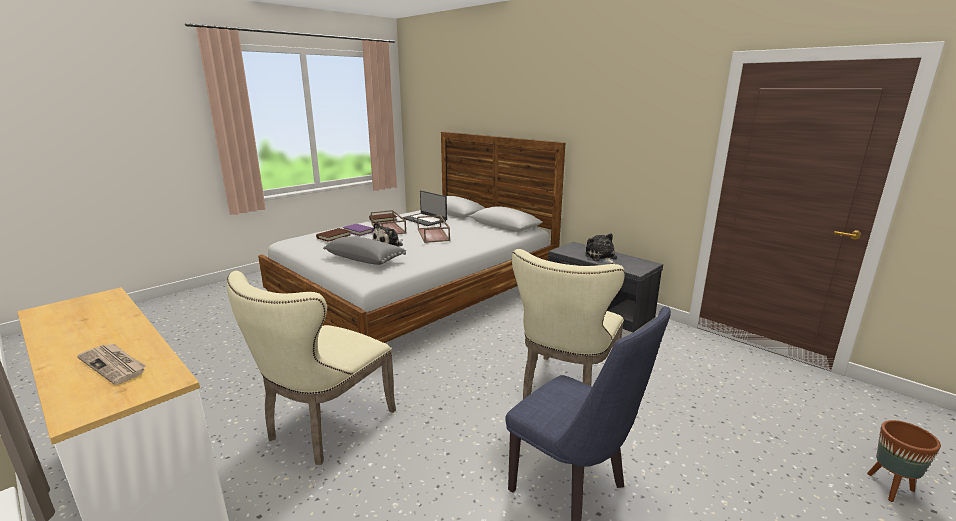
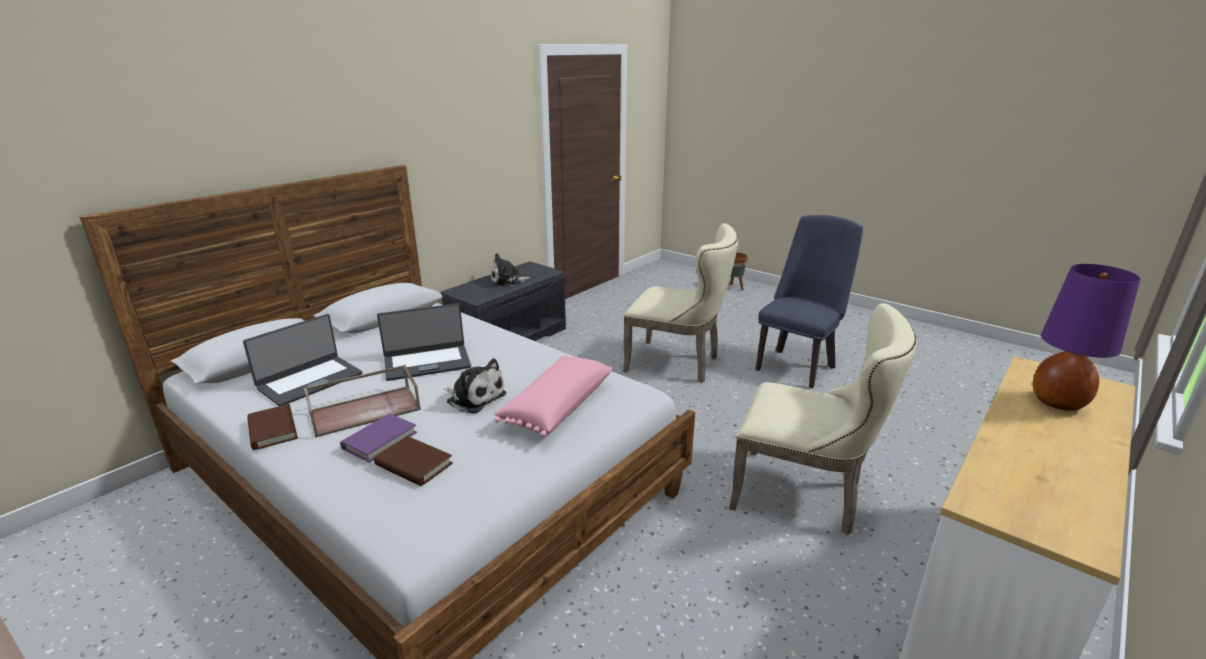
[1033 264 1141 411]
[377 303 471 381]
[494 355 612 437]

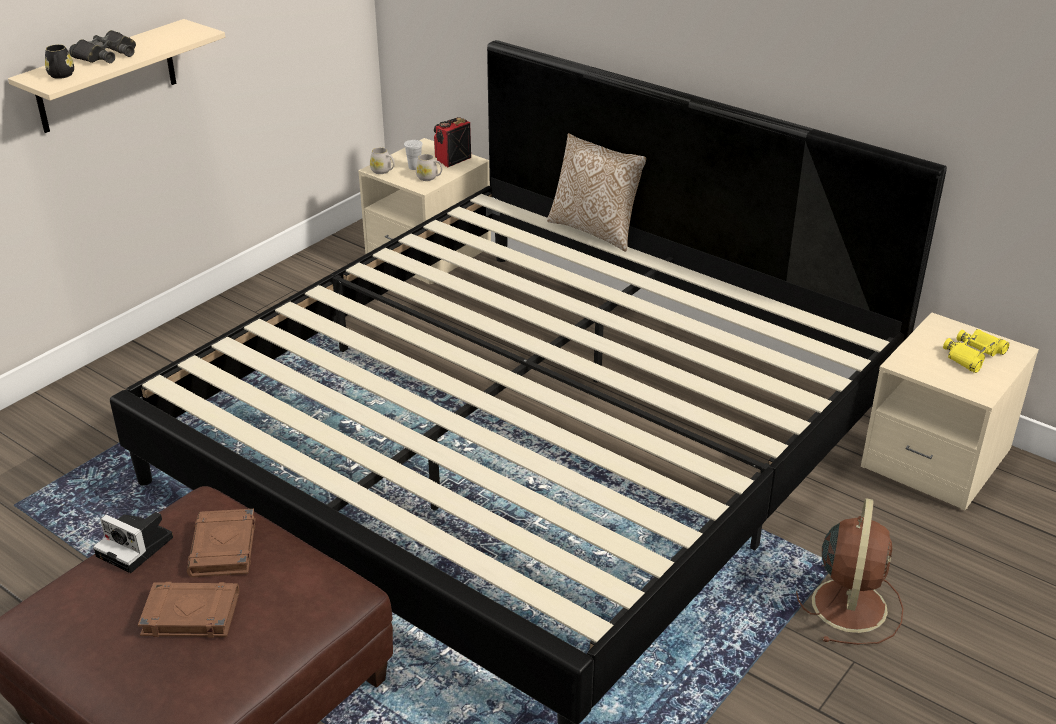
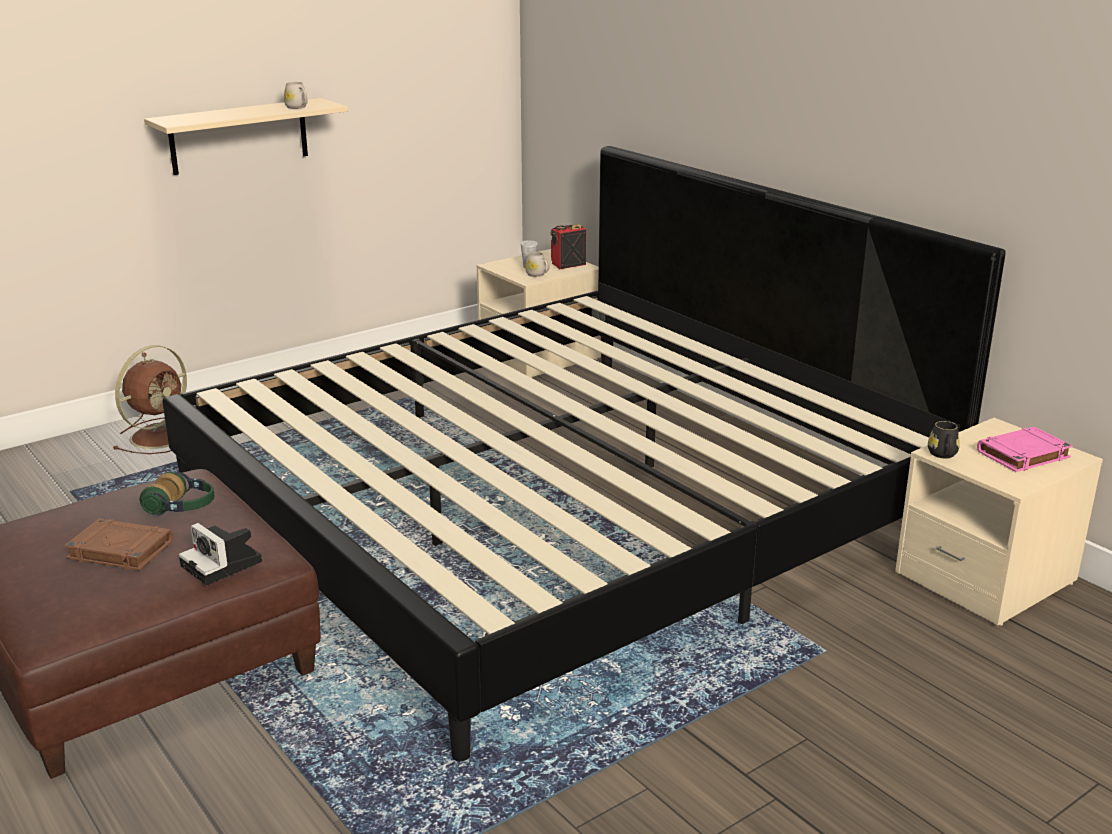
[69 30 136 63] (first image)
[547 133 646 252] (first image)
[928 421 960 458]
[179 523 262 585]
[284 82 307 109]
[112 345 187 454]
[140 472 214 516]
[977 427 1073 472]

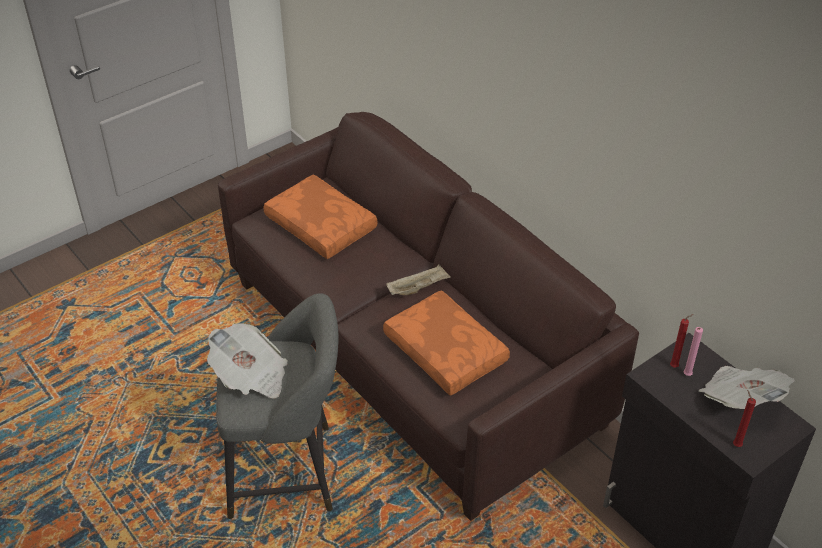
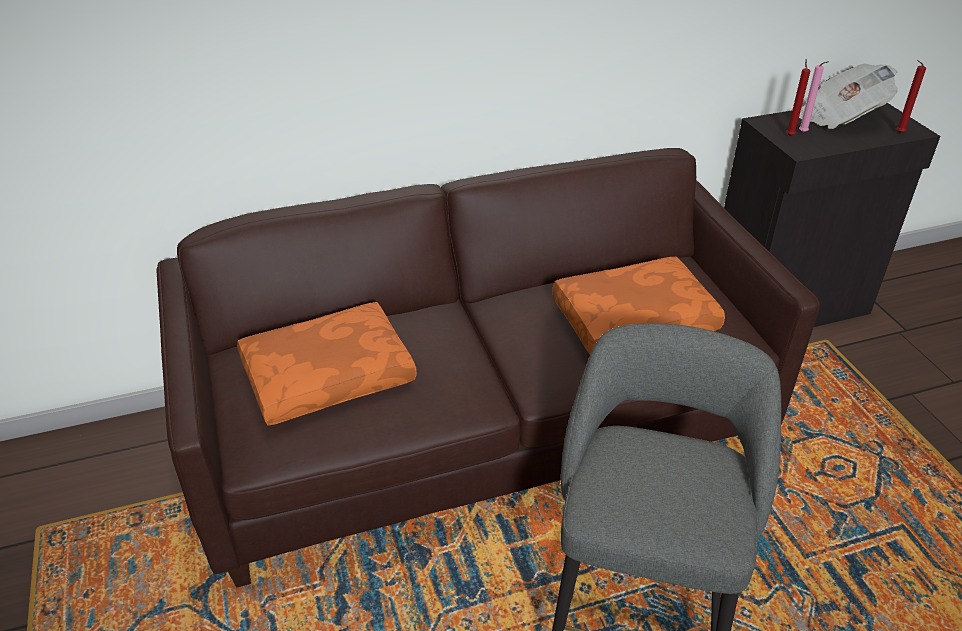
[207 323 287 399] (first image)
[386 265 450 295] (first image)

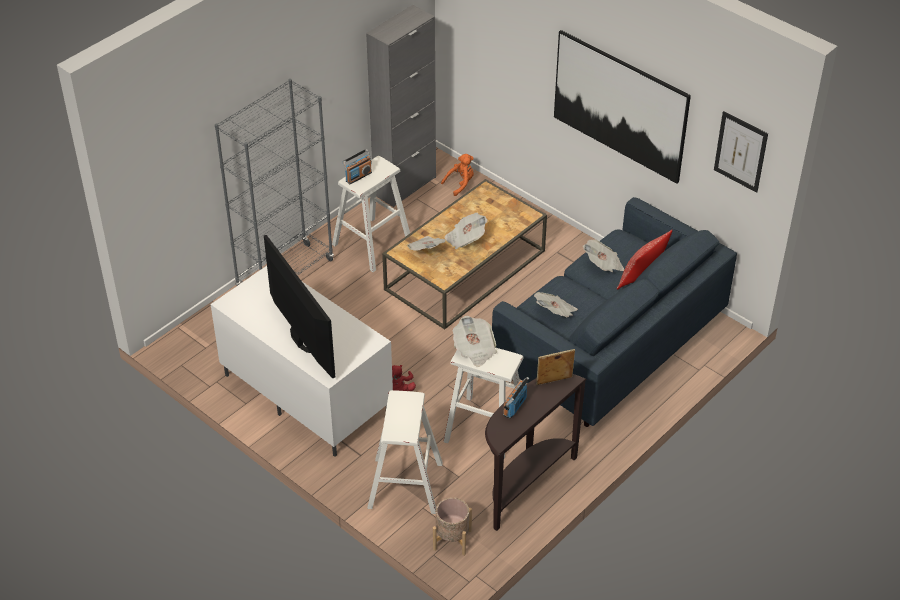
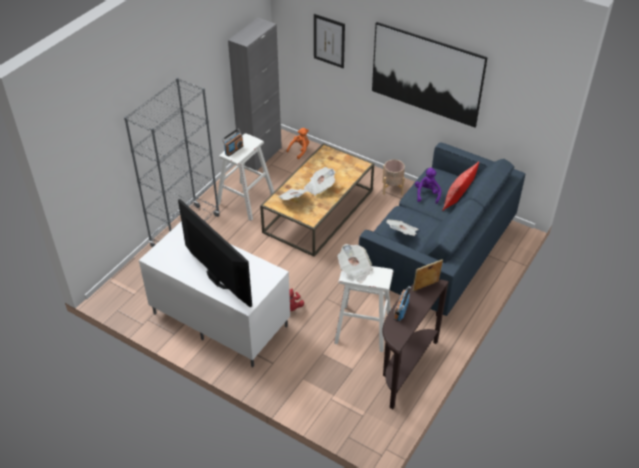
[367 390 443 514] (first image)
[382 160 405 195]
[314 14 345 69]
[415 168 441 204]

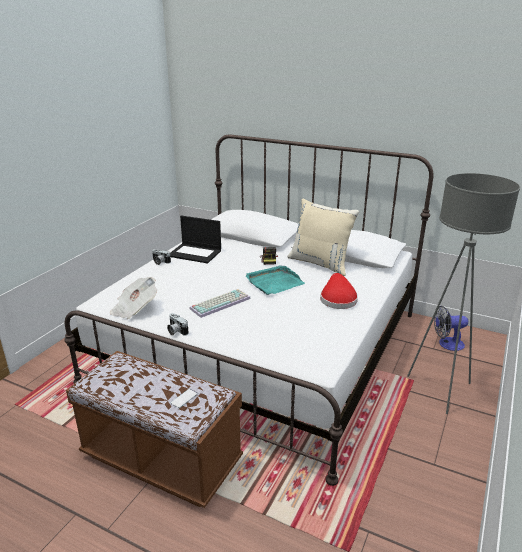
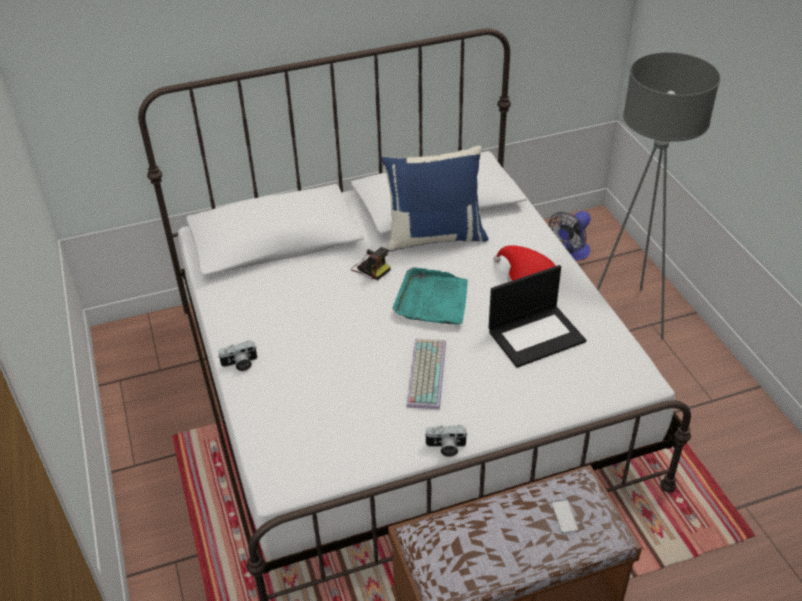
[110 277 157 319] (first image)
[489 265 586 368]
[381 146 489 252]

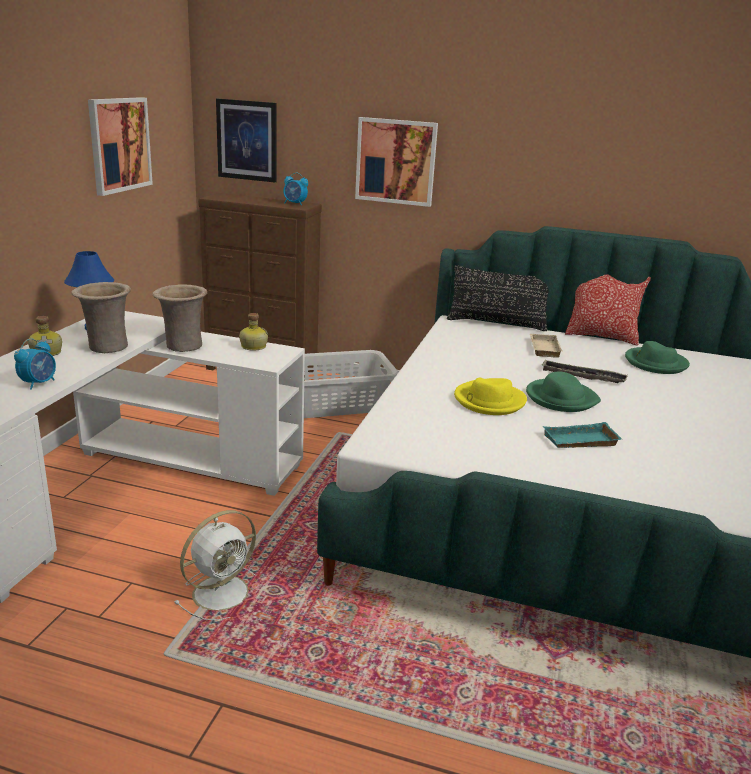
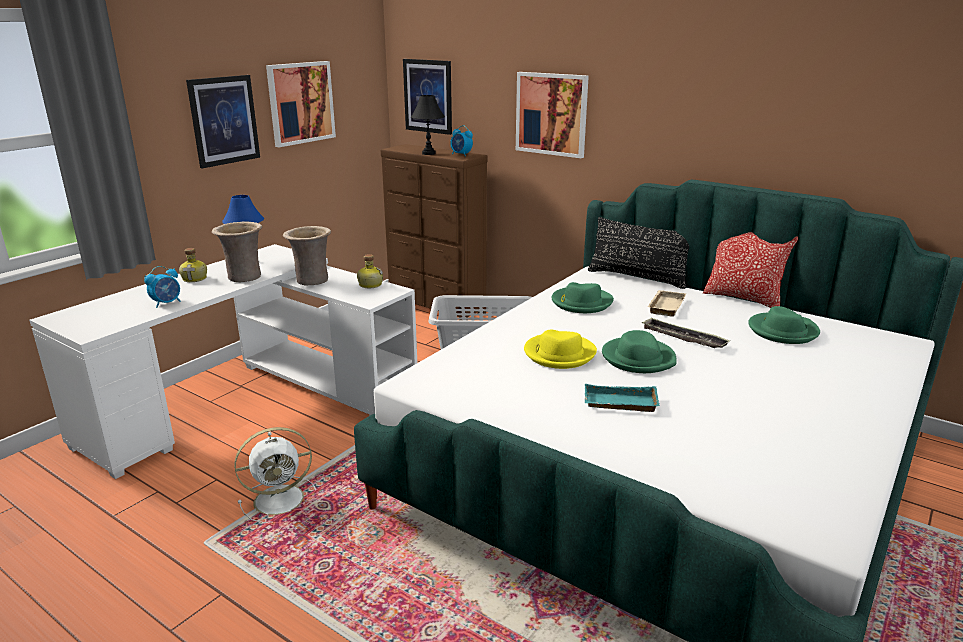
[186 75 260 168]
[411 95 445 155]
[552 282 614 313]

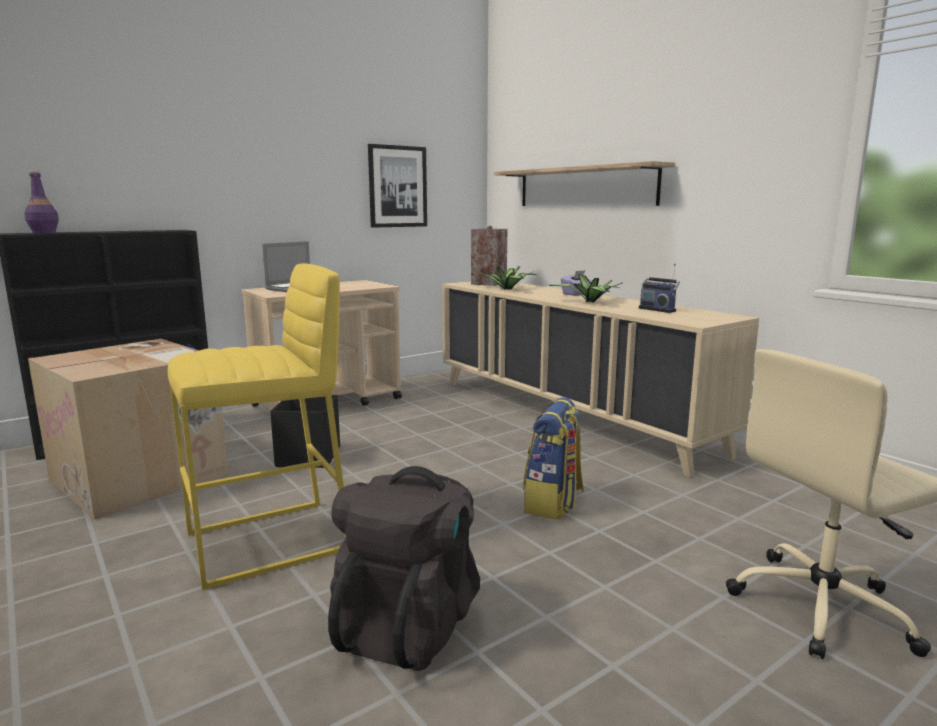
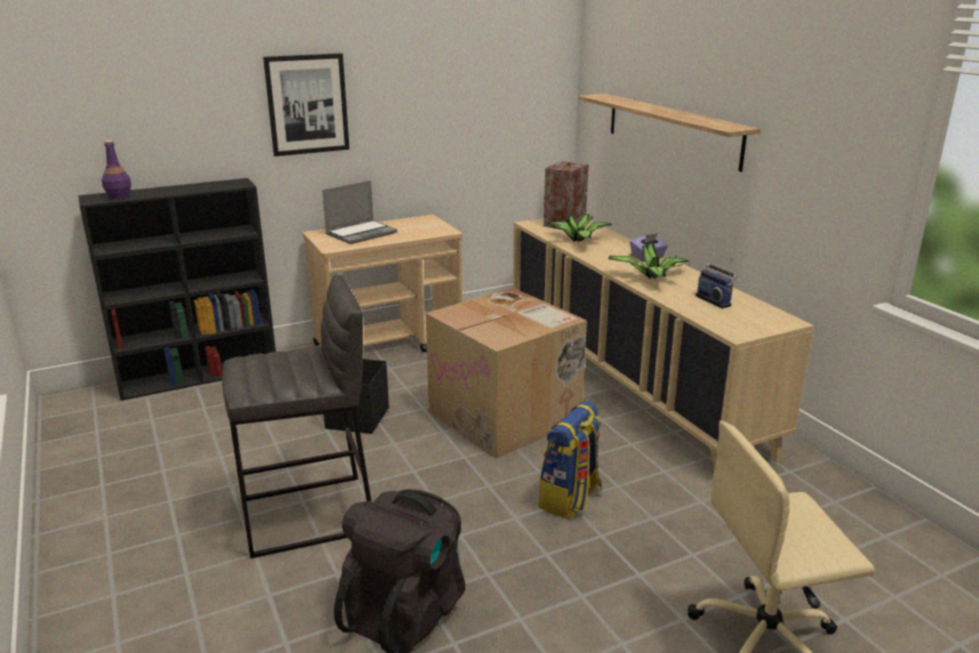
[426 288 587 459]
[263 53 349 156]
[222 275 371 559]

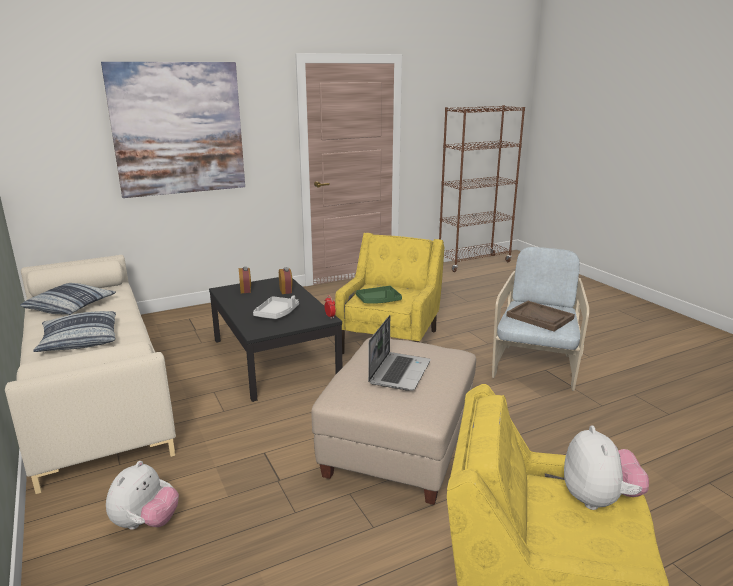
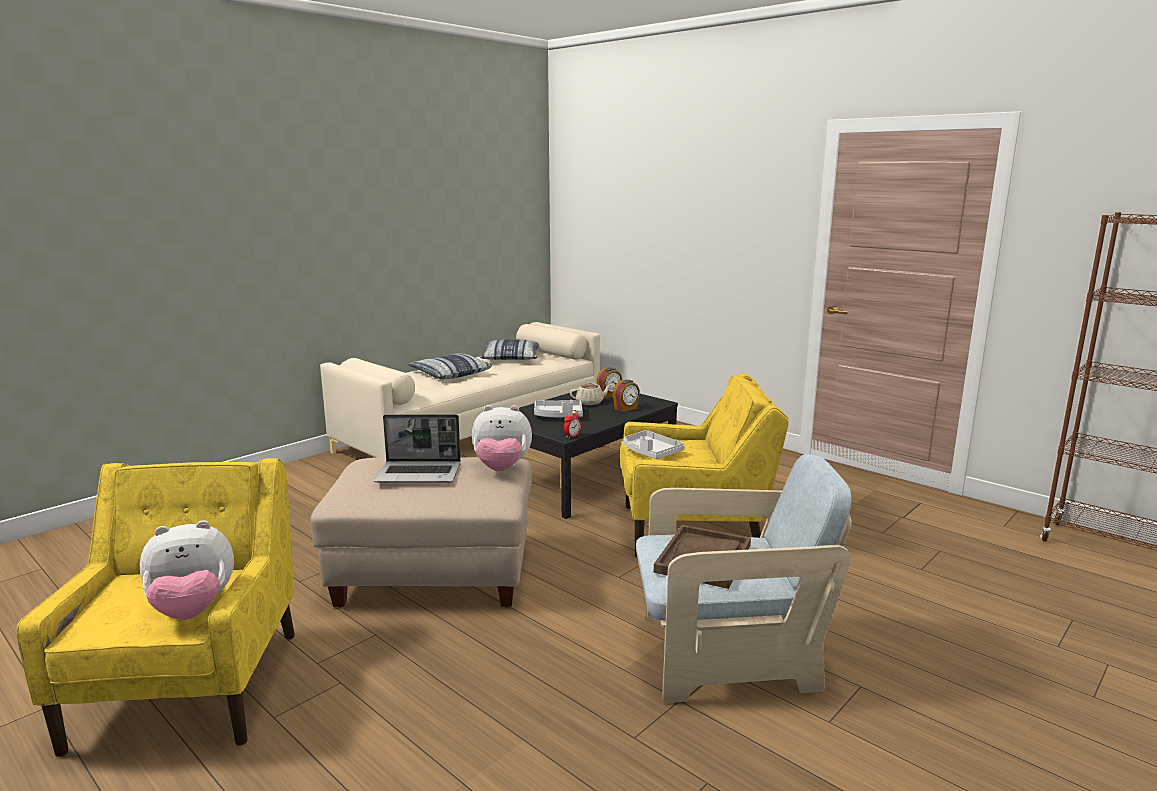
[101 62 245 198] (first image)
[570 381 612 405]
[472 405 532 471]
[624 430 685 459]

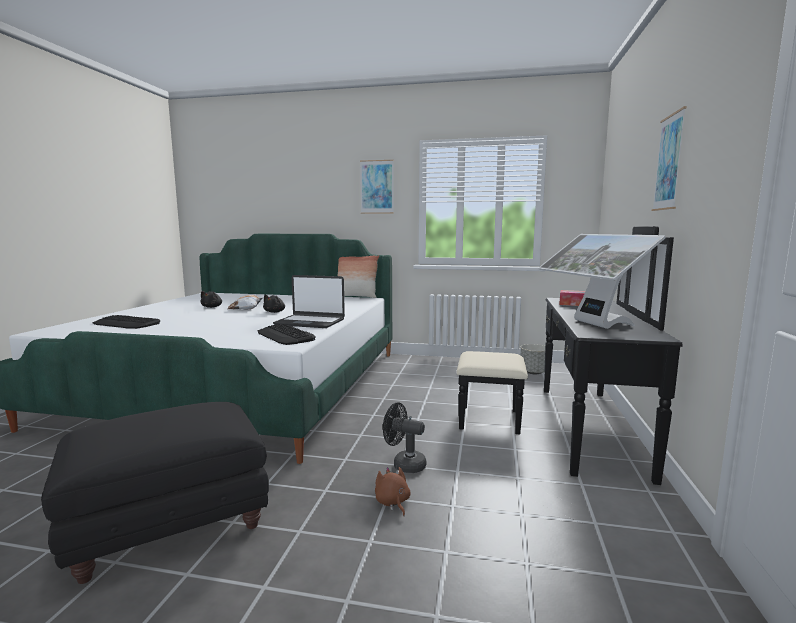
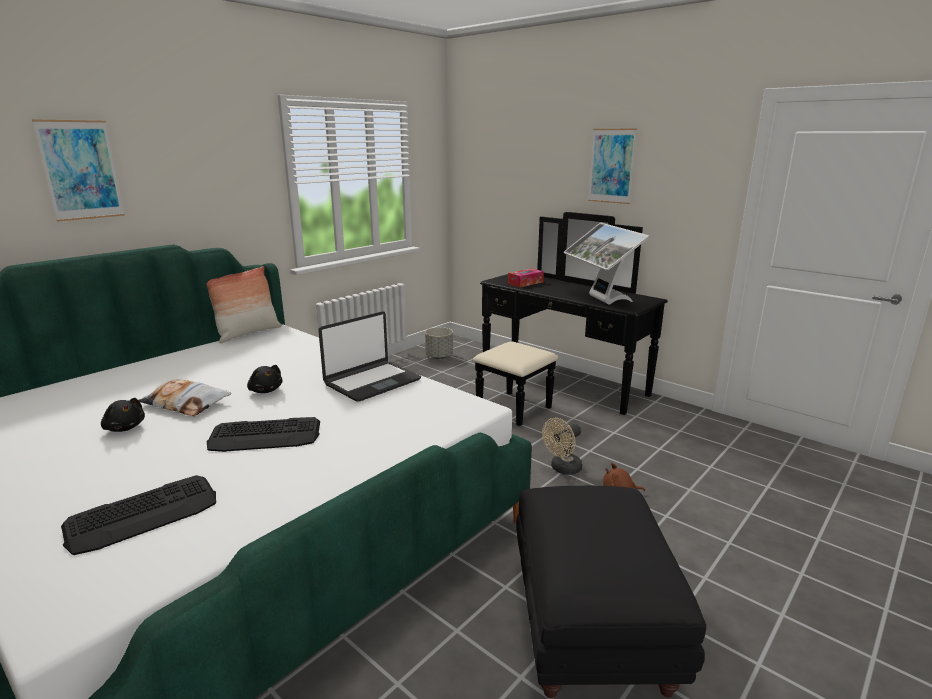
[207 417 320 452]
[32 119 125 222]
[542 418 583 475]
[564 223 649 304]

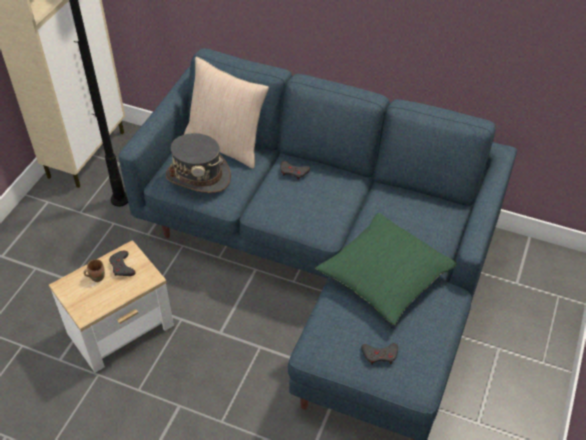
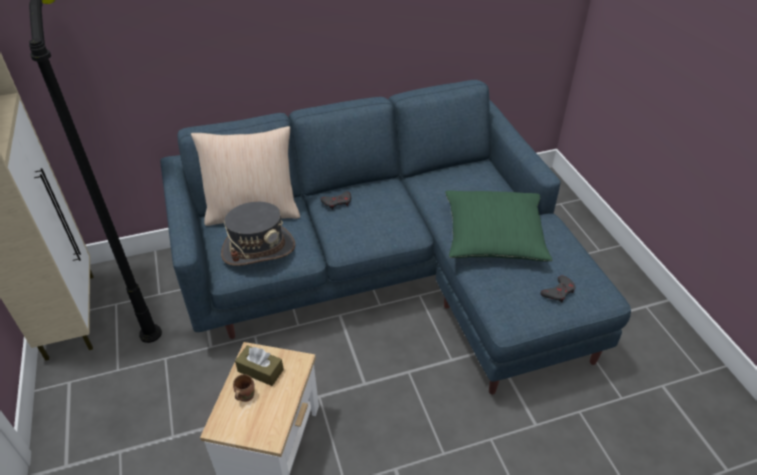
[235 345 284 386]

